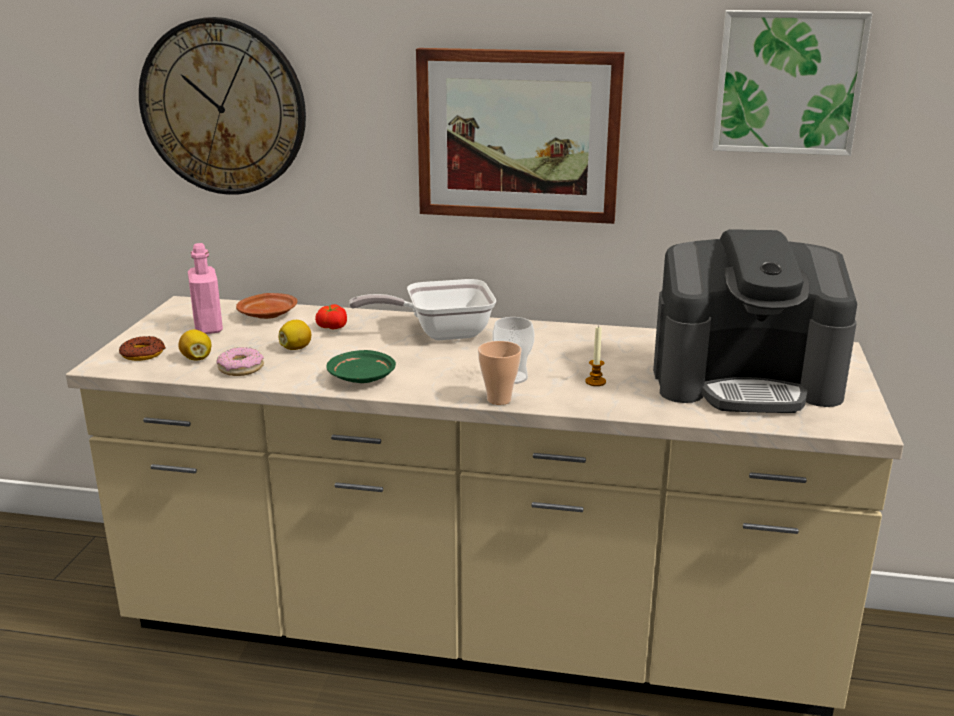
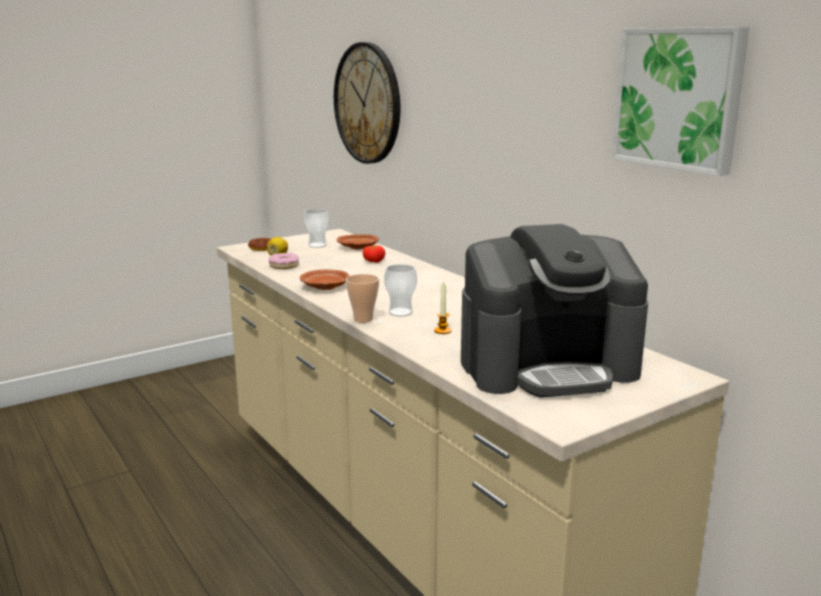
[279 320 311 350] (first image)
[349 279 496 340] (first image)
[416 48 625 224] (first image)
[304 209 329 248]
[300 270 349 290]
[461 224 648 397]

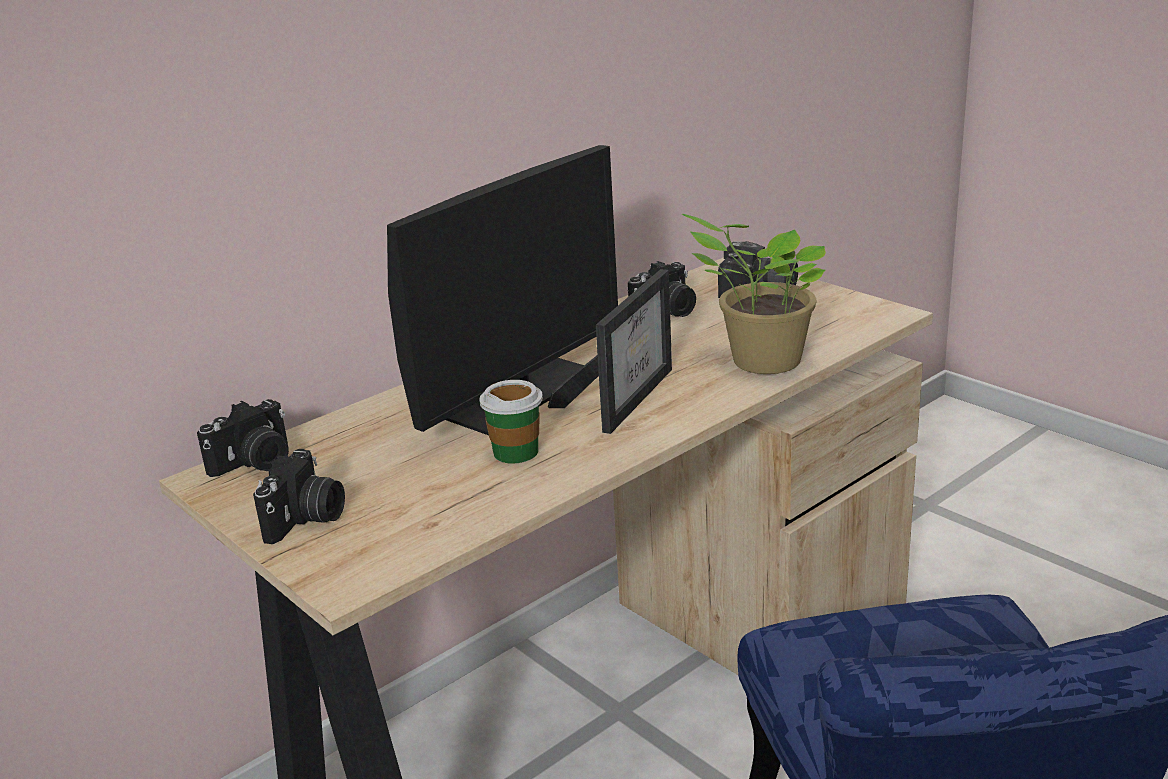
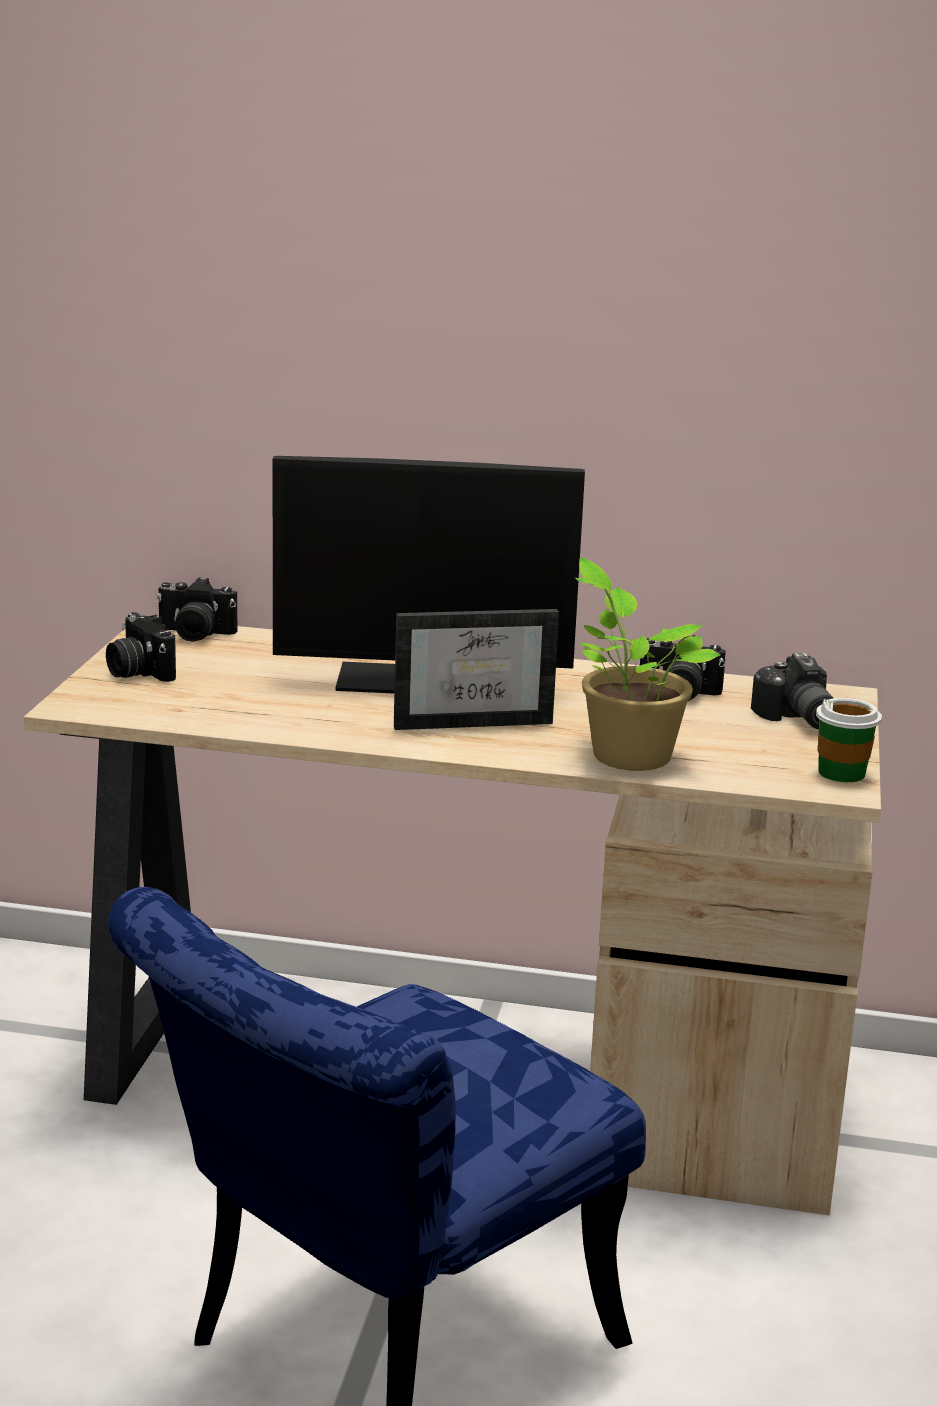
[816 698 882 782]
[106 612 176 682]

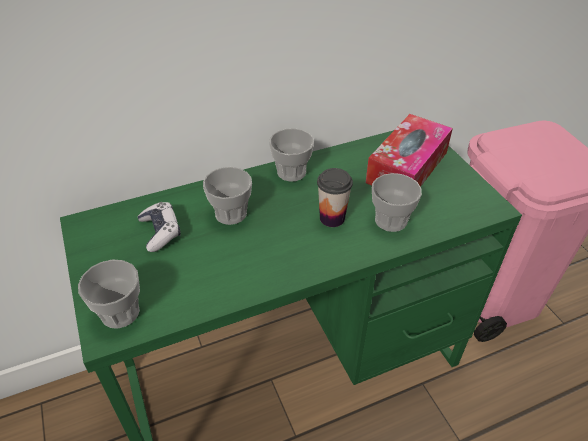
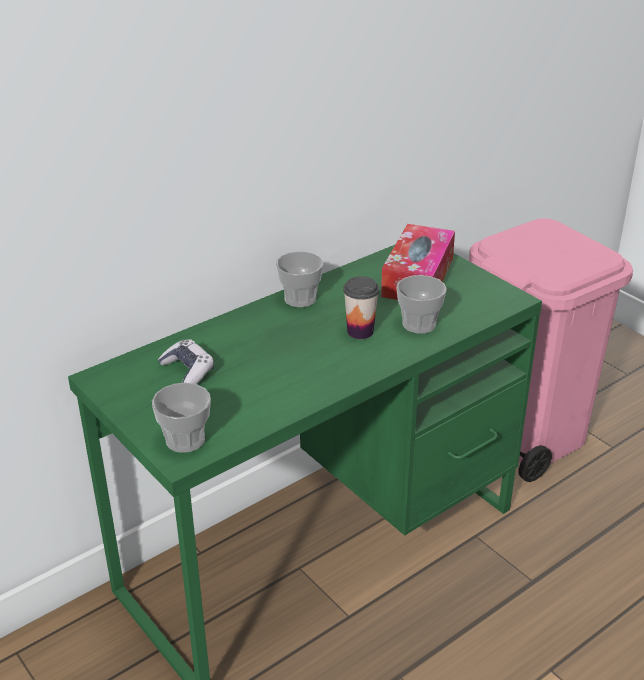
[203 167 252 225] (first image)

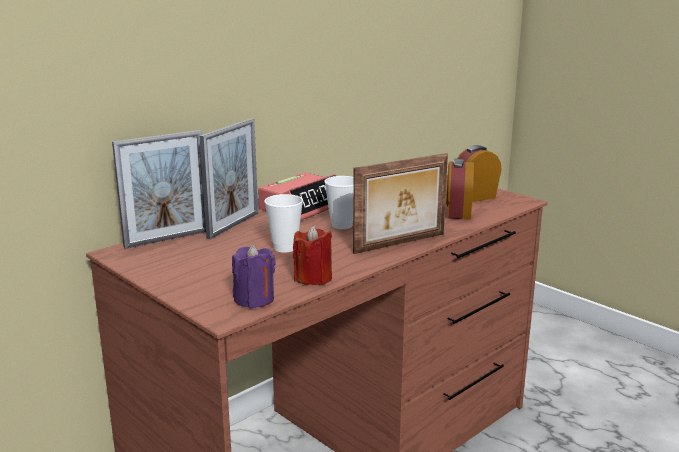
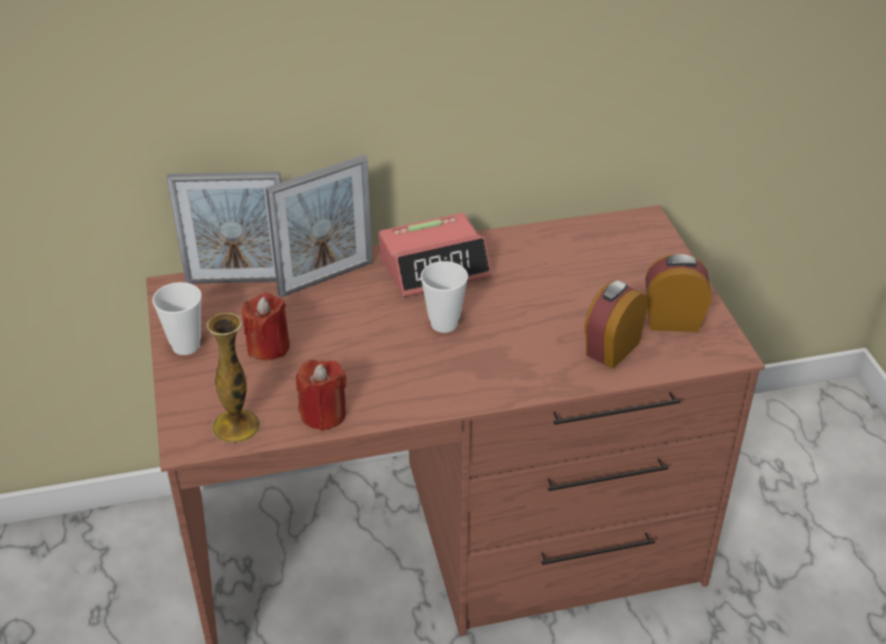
[353 153 448 254] (first image)
[242 293 290 361]
[152 282 202 355]
[206 313 260 443]

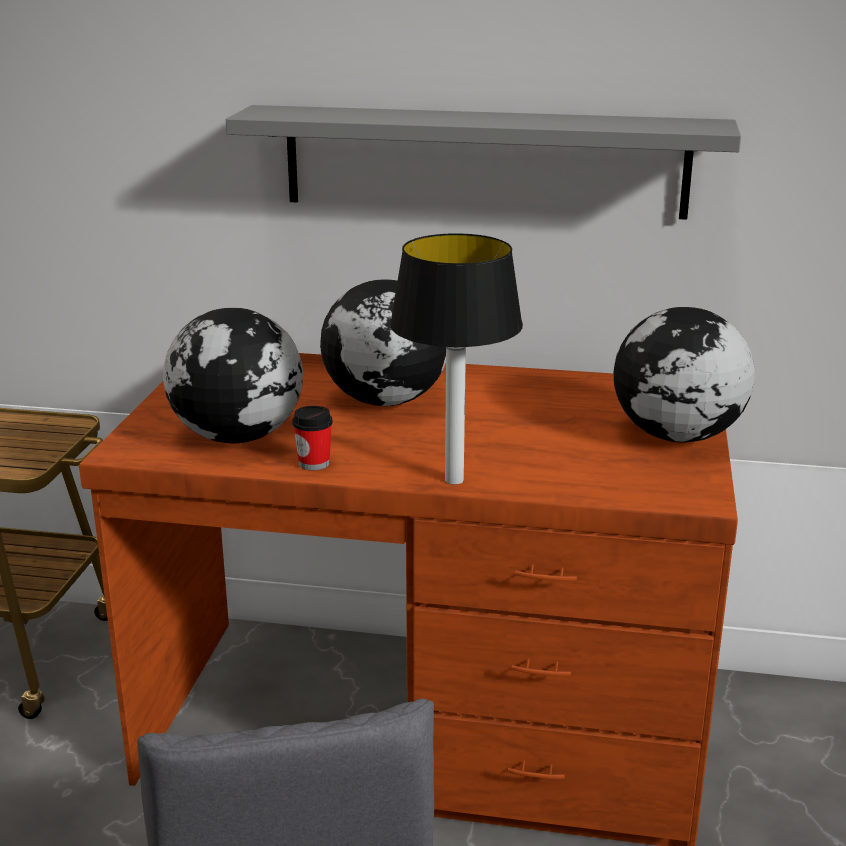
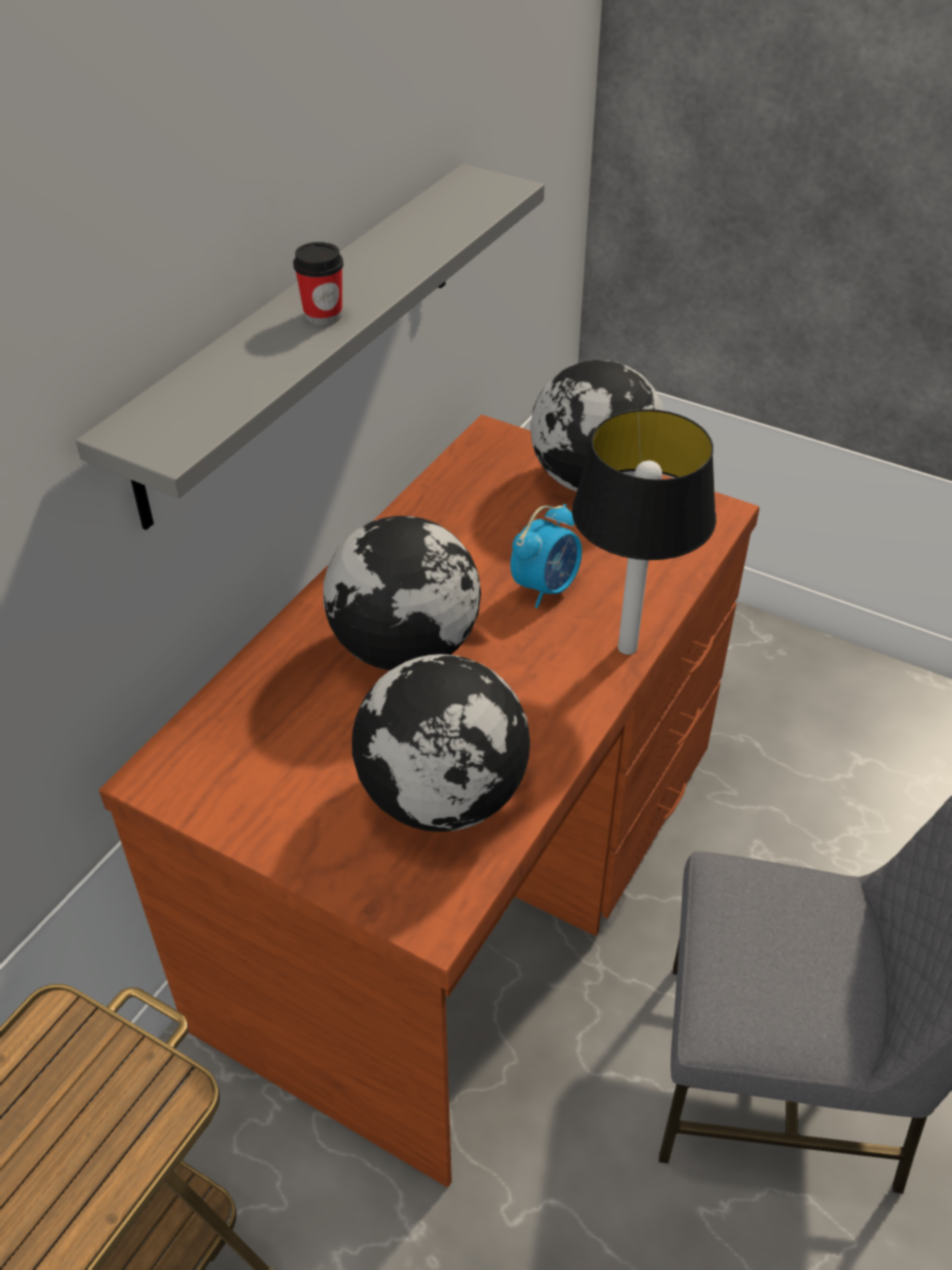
[510 504 582 608]
[293 242 343 325]

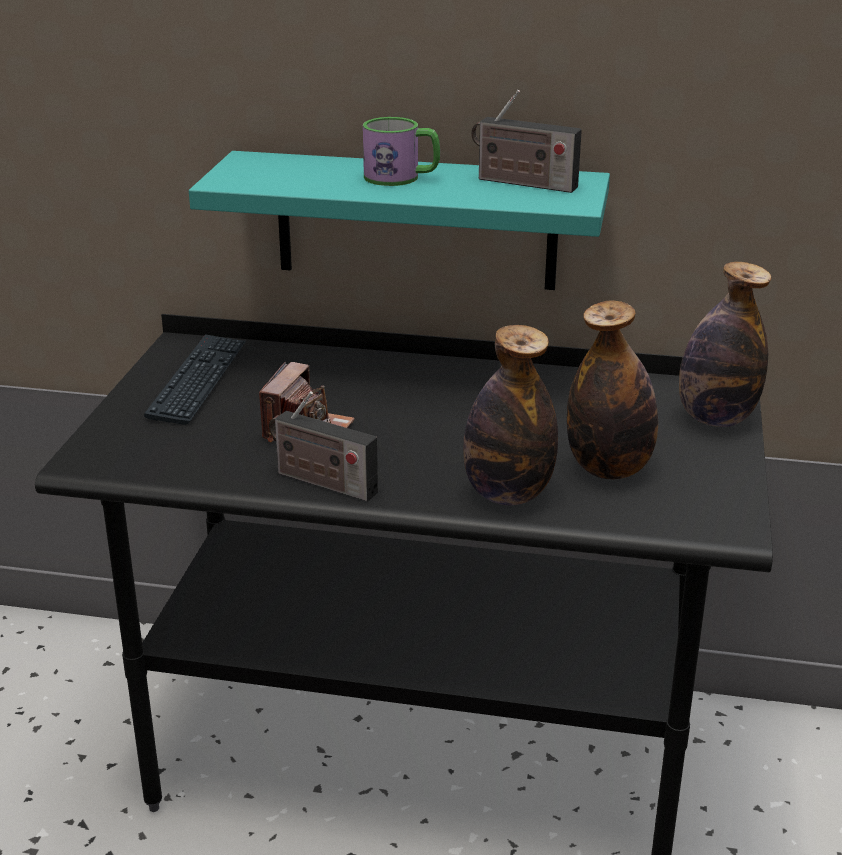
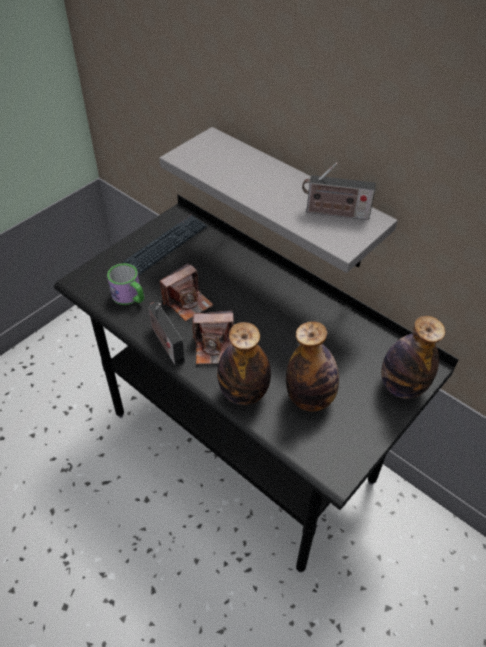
[192 310 234 364]
[107 263 145 305]
[159 127 398 273]
[302 163 376 220]

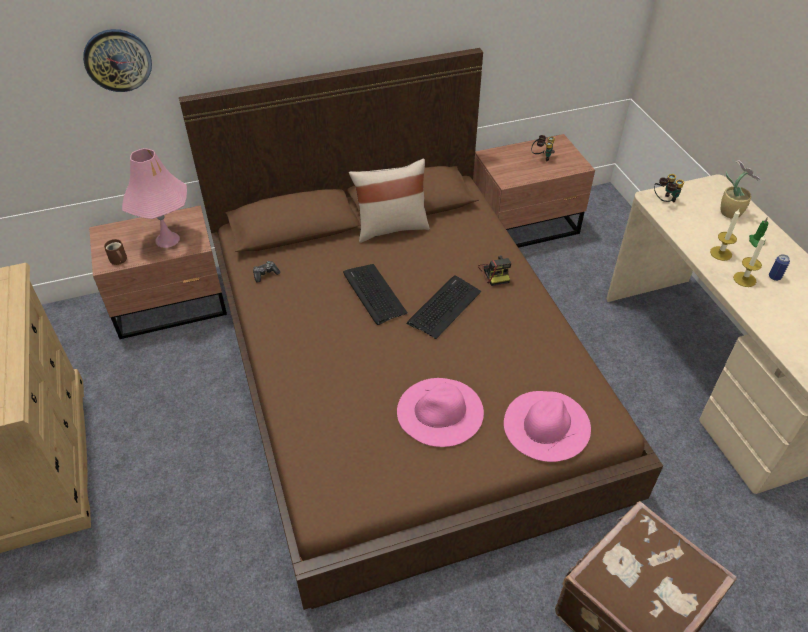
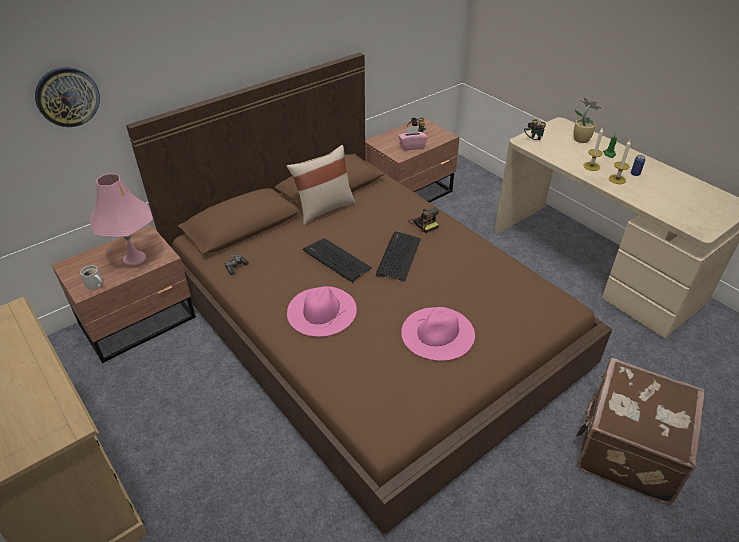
[398 126 428 150]
[287 286 357 337]
[80 265 103 290]

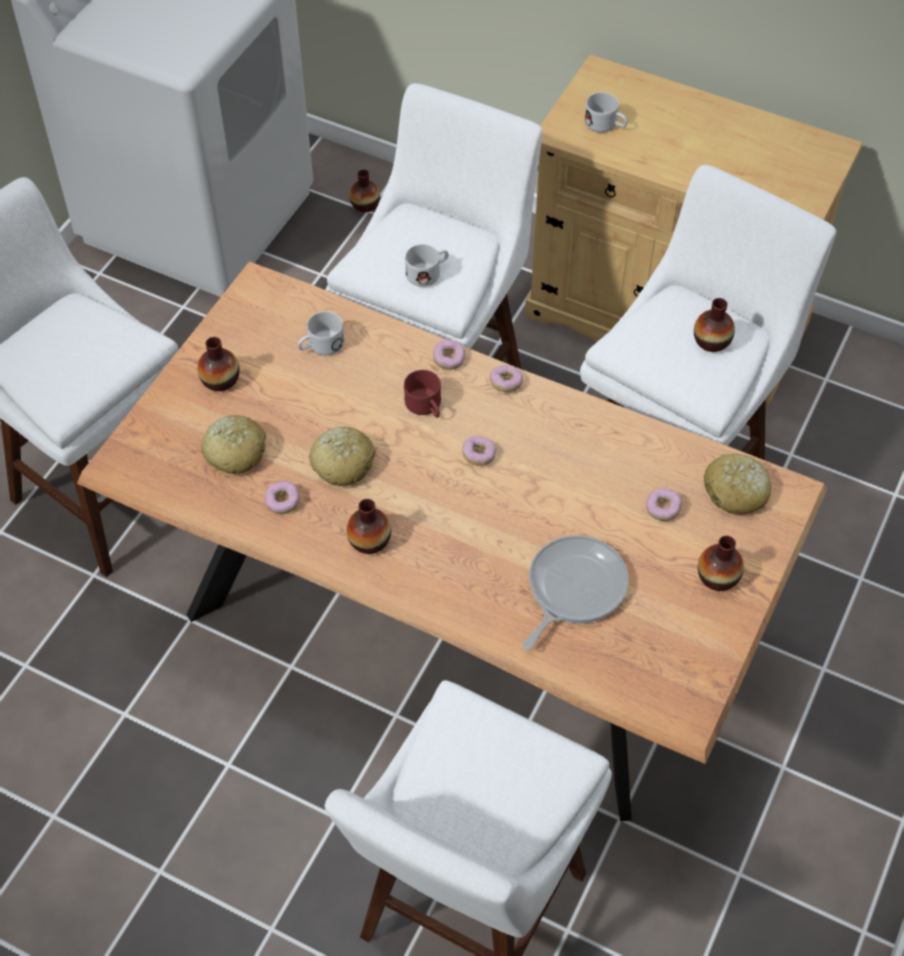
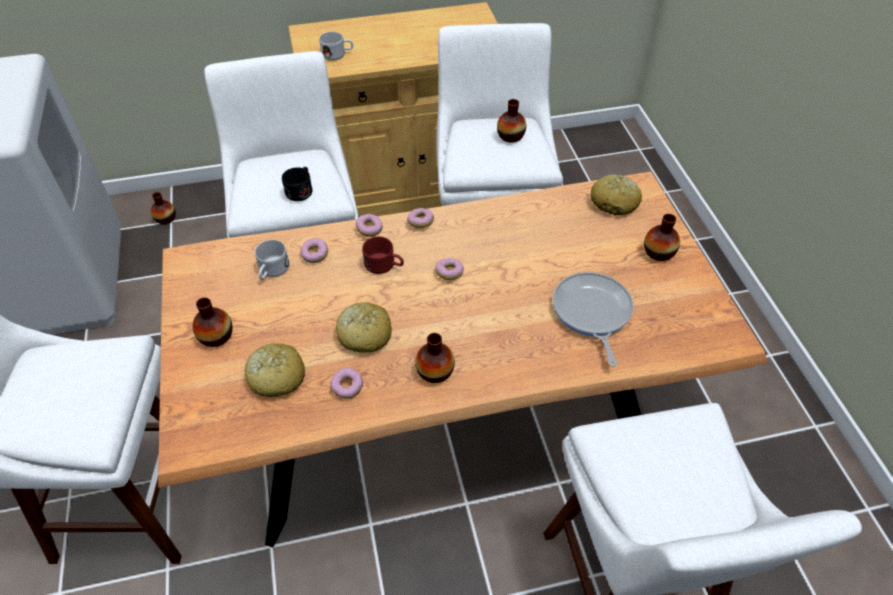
[300 238 328 263]
[282 167 312 201]

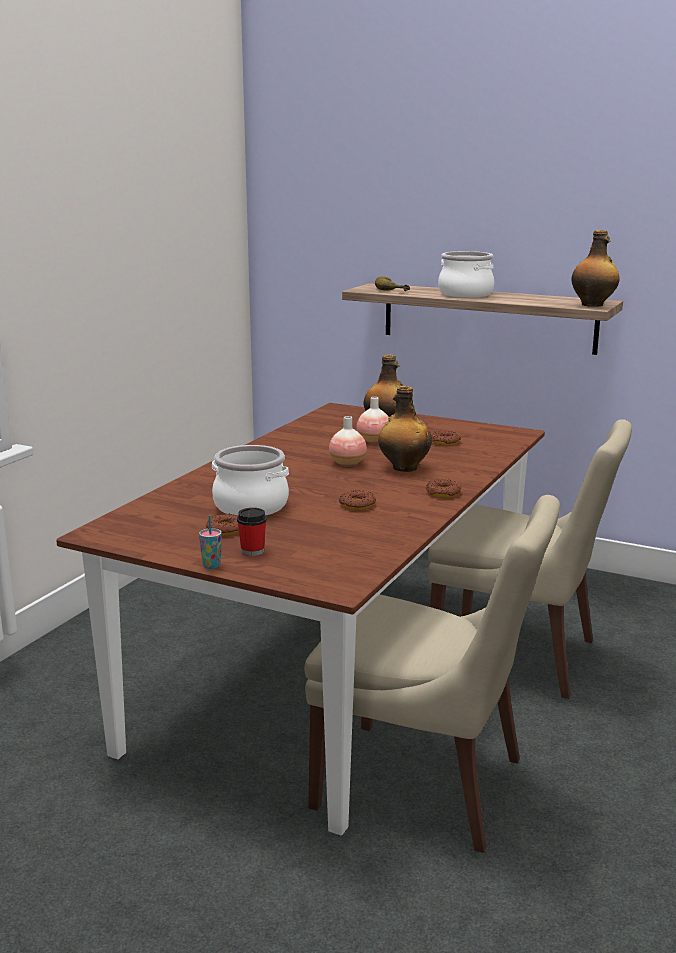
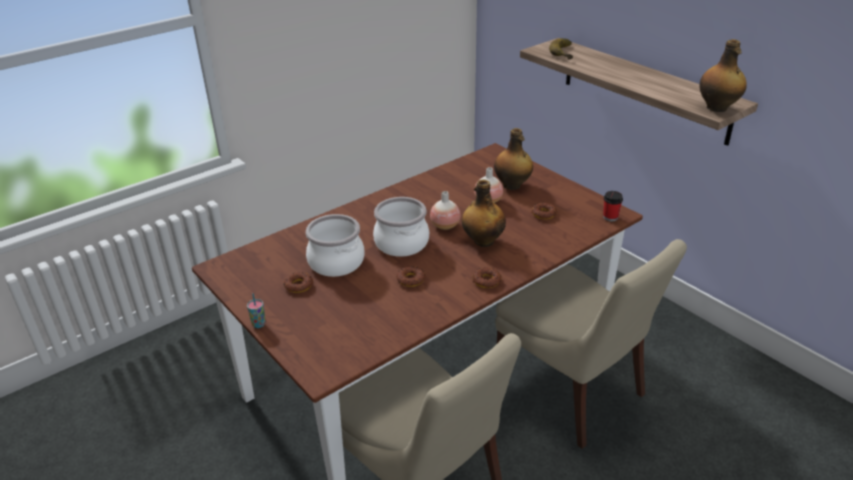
[603 191 623 221]
[373 197 429 257]

